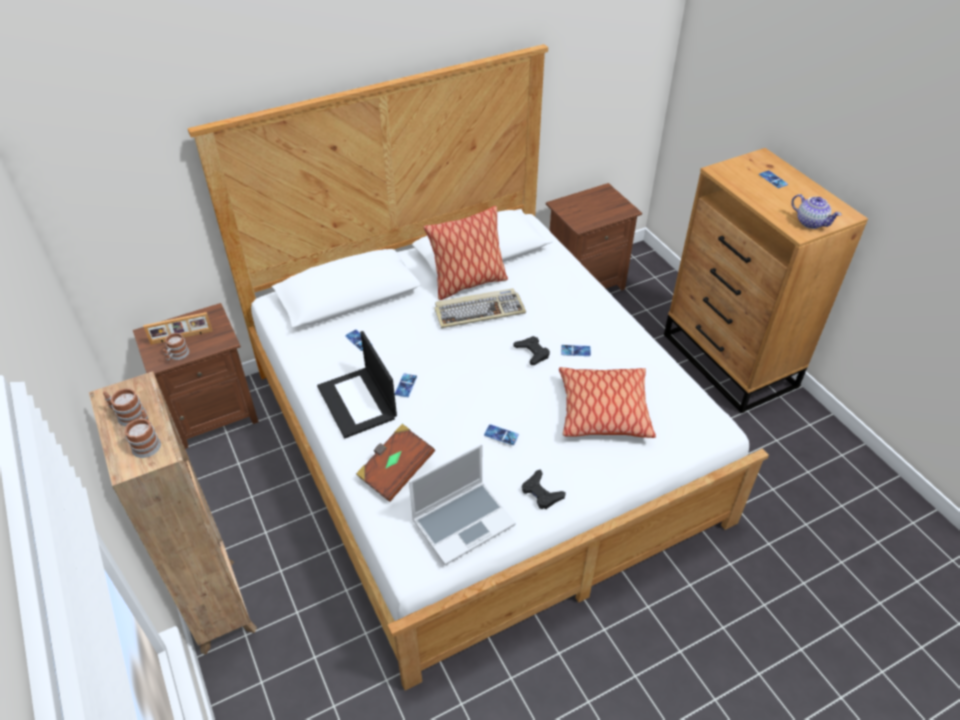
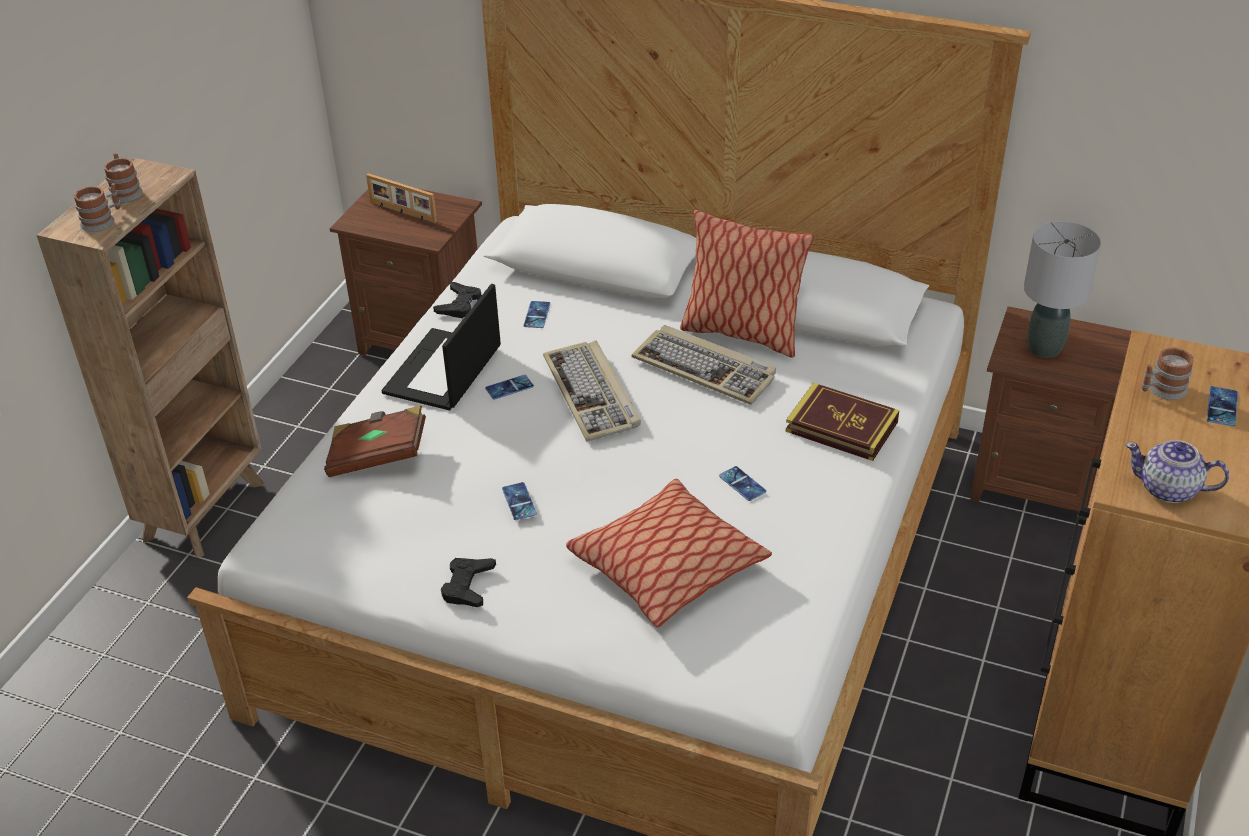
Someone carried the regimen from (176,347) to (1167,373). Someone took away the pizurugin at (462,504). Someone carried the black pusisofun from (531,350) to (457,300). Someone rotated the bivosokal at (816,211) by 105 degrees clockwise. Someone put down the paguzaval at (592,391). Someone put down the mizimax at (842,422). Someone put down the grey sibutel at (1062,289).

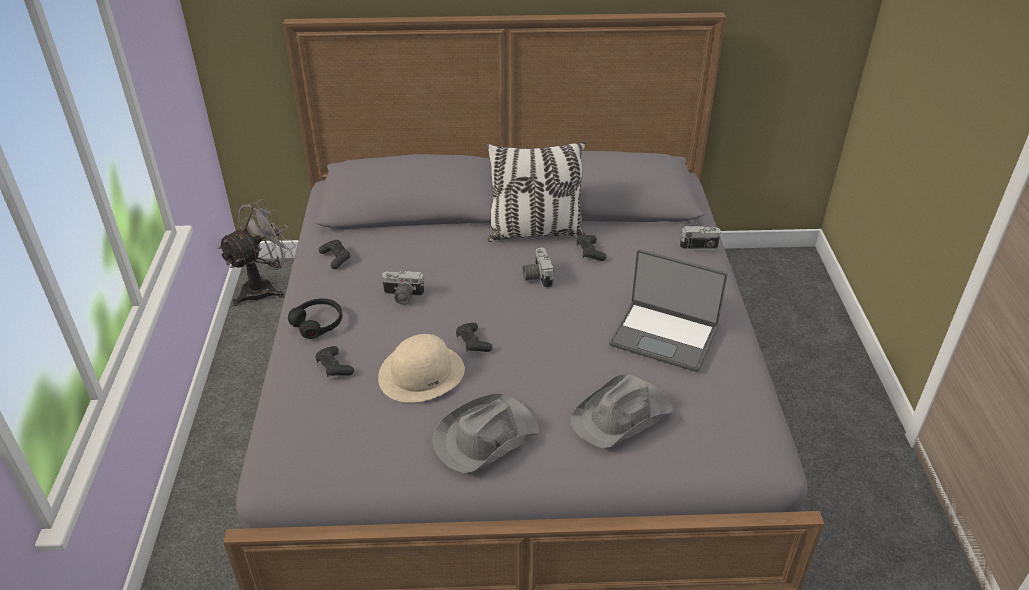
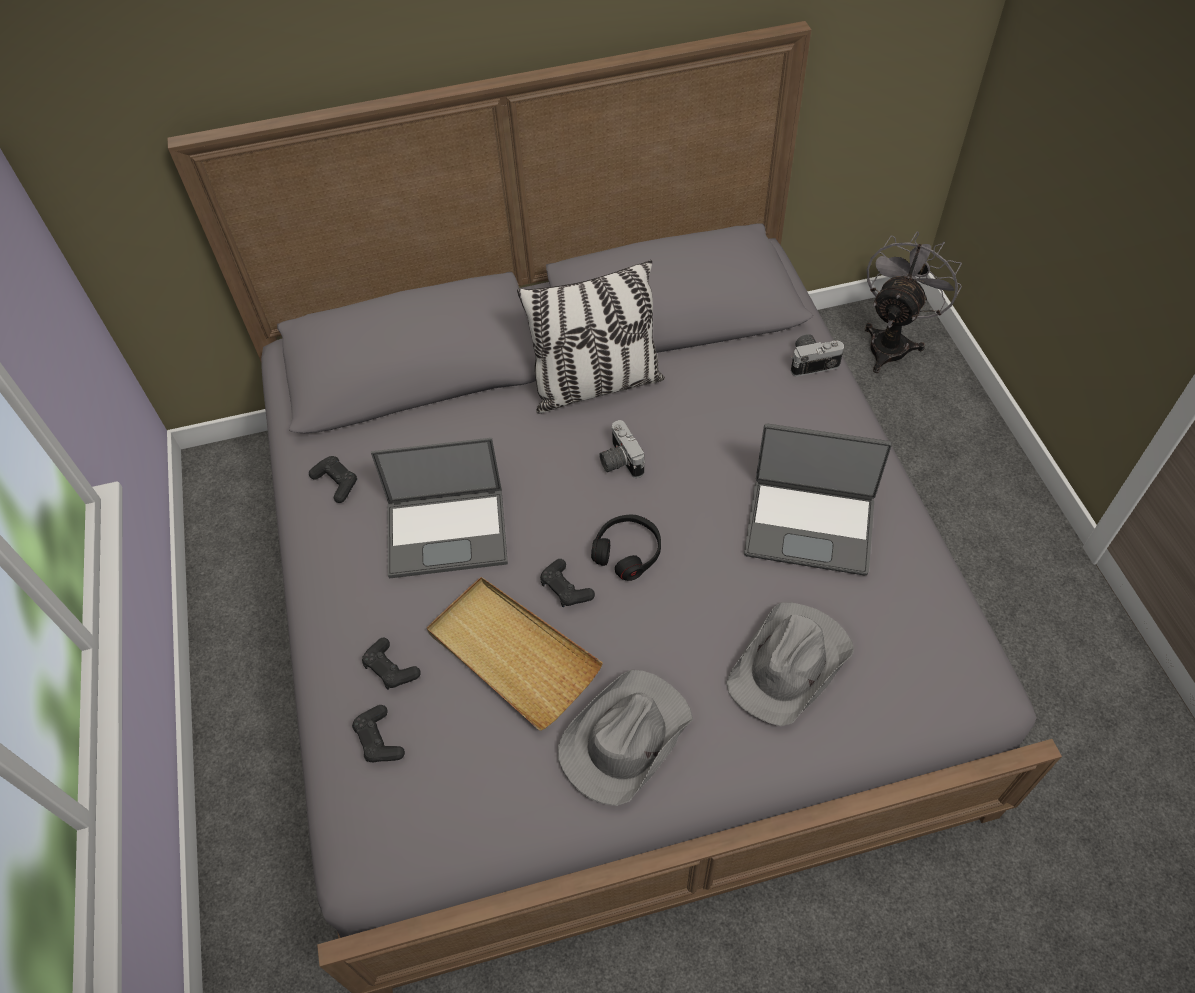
Someone carried the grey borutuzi from (257,252) to (913,302). Someone carried the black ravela from (315,318) to (626,547). Someone swapped the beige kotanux at (421,368) for the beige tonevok at (515,654). Someone swapped the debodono at (402,288) for the pizurugin at (439,508). Someone carried the black pusisofun from (591,248) to (378,733).

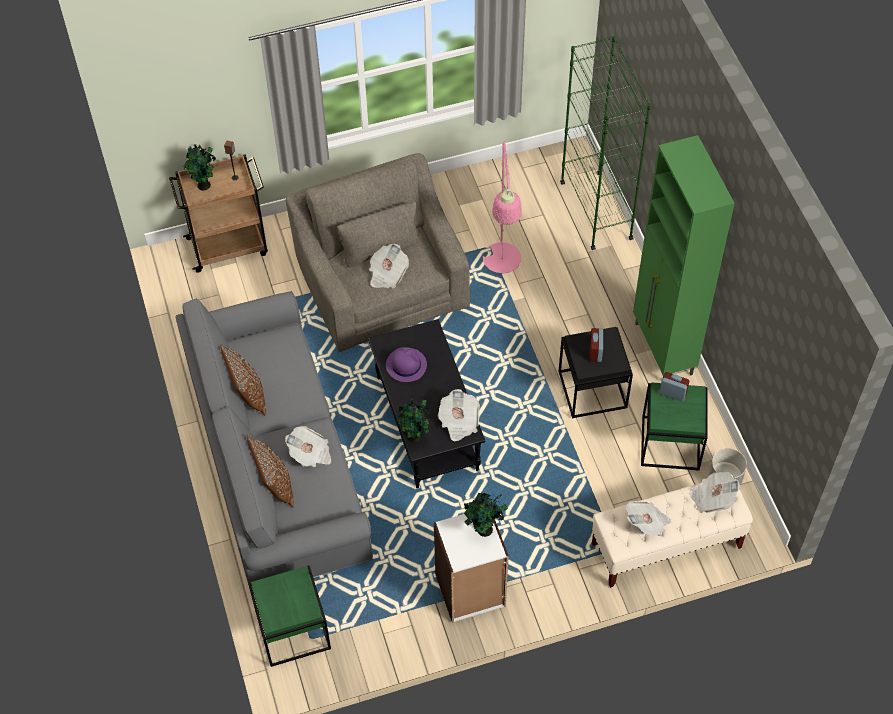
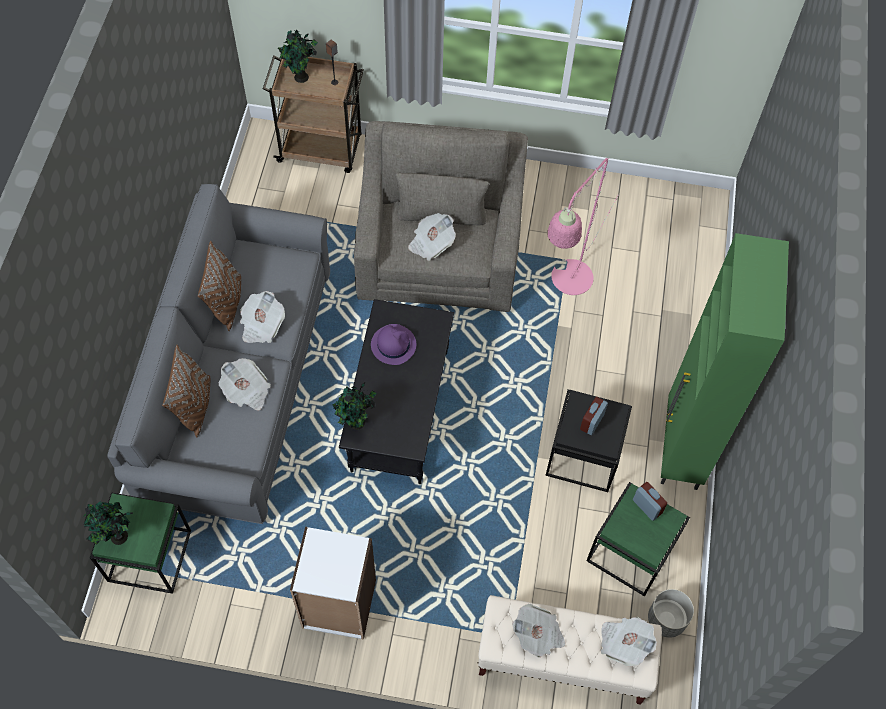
Someone carried the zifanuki from (459,415) to (262,317). Someone carried the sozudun from (486,515) to (107,523). Someone took away the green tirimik at (605,143).

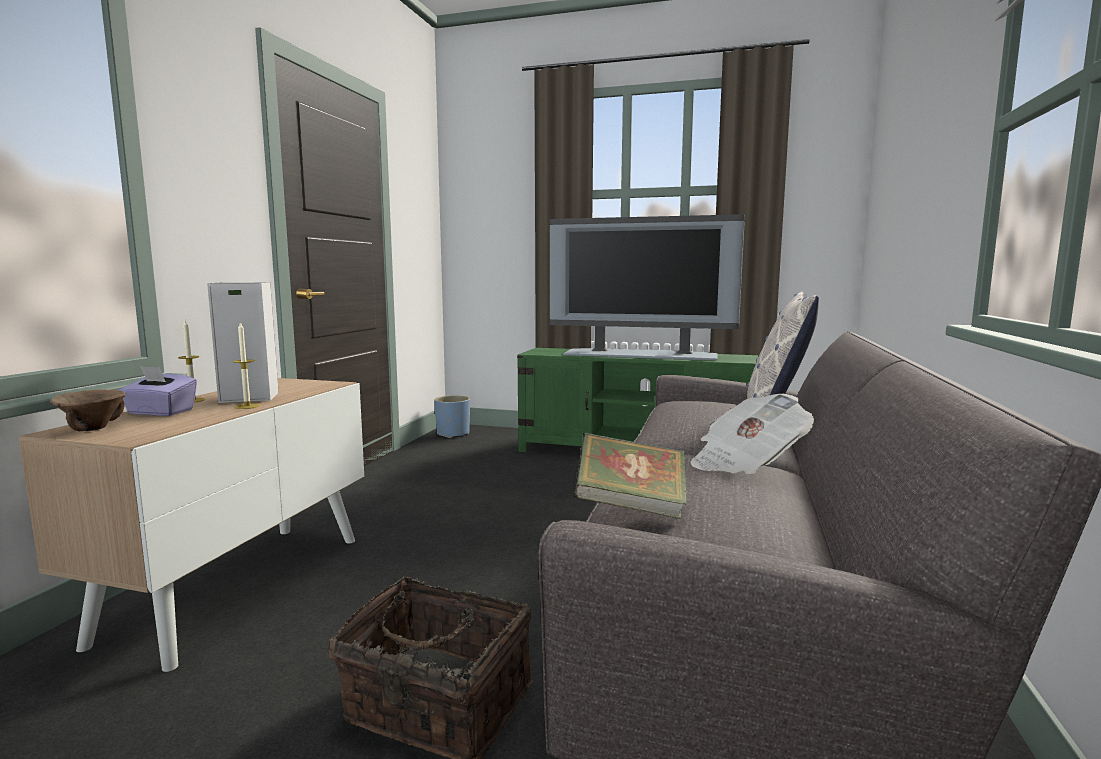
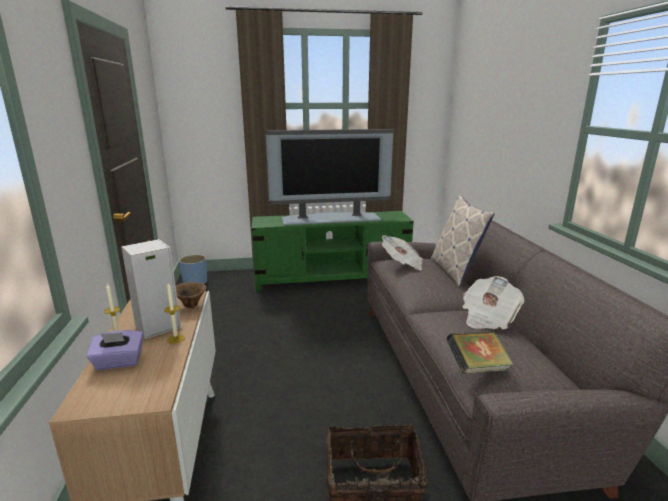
Someone carried the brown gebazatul from (88,410) to (191,295). Someone put down the zifanuki at (402,252).

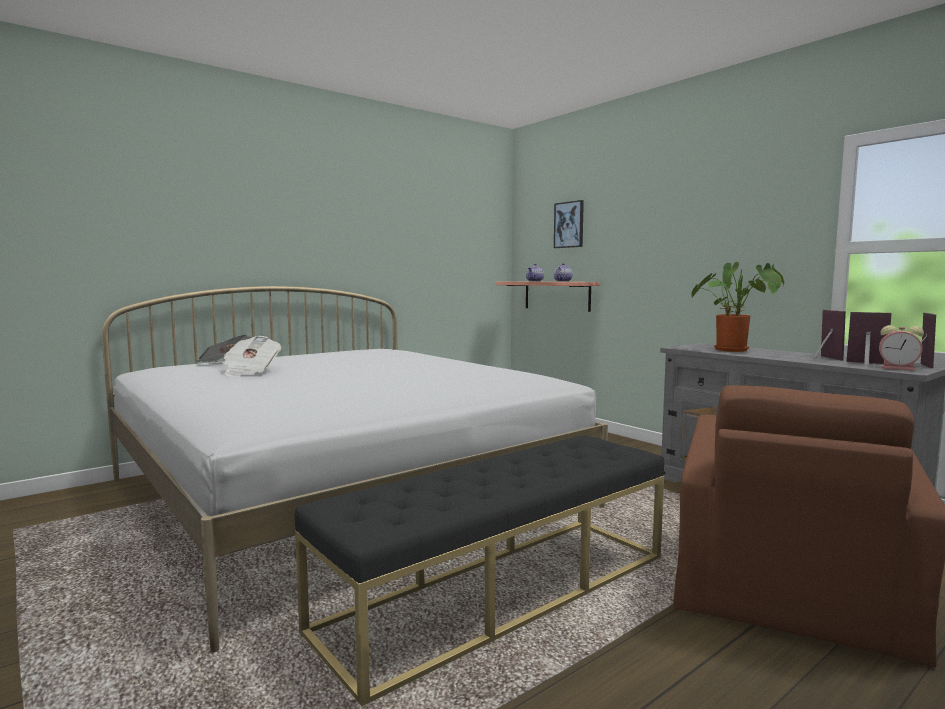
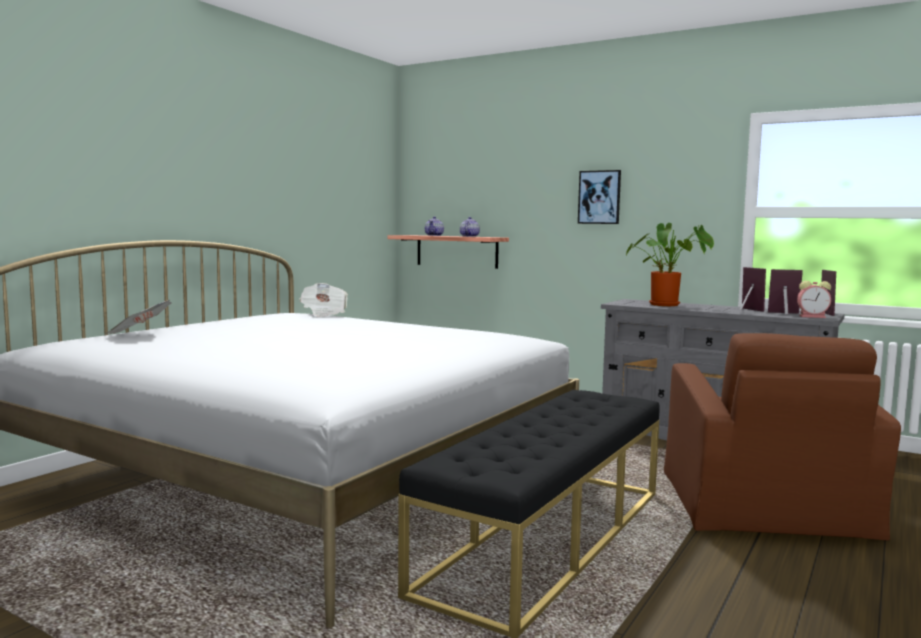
Someone carried the zifanuki from (252,356) to (323,300). Someone carried the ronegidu from (569,224) to (599,197).

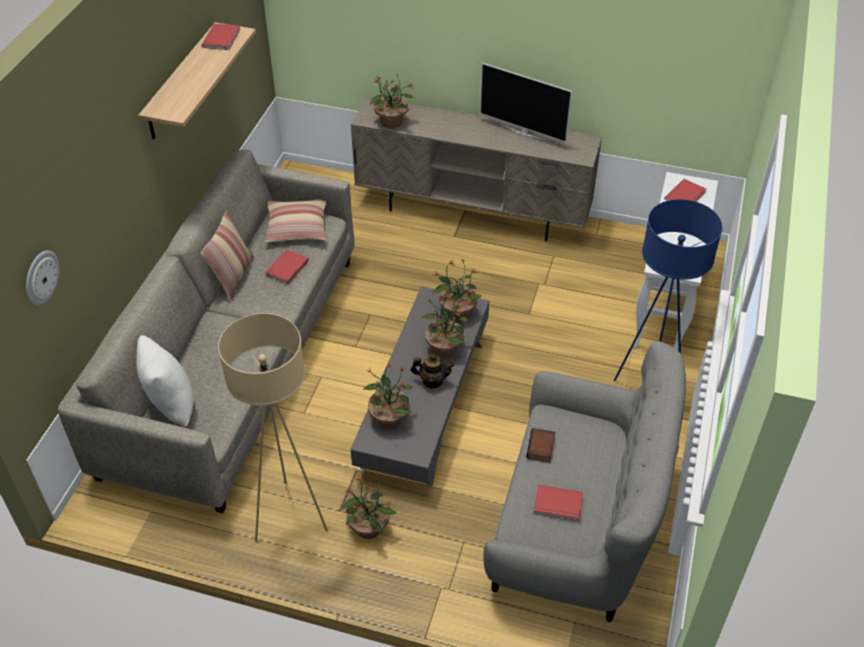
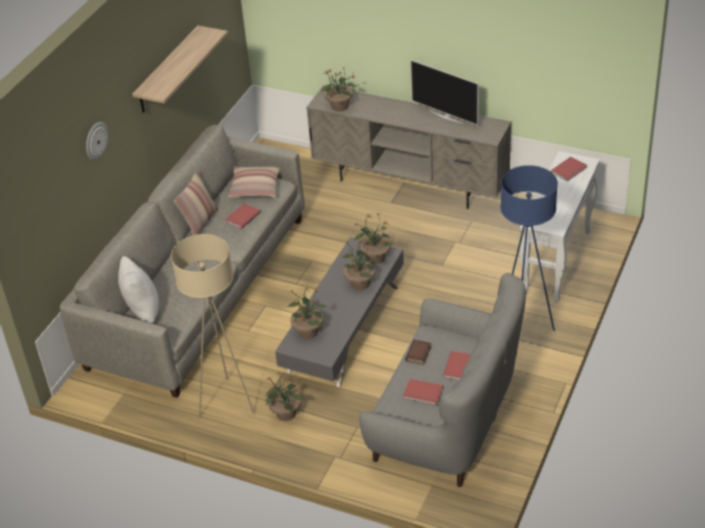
Someone carried the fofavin from (42,278) to (97,141). Someone carried the red mizimax from (221,36) to (457,365). Someone took away the bivosokal at (432,371).

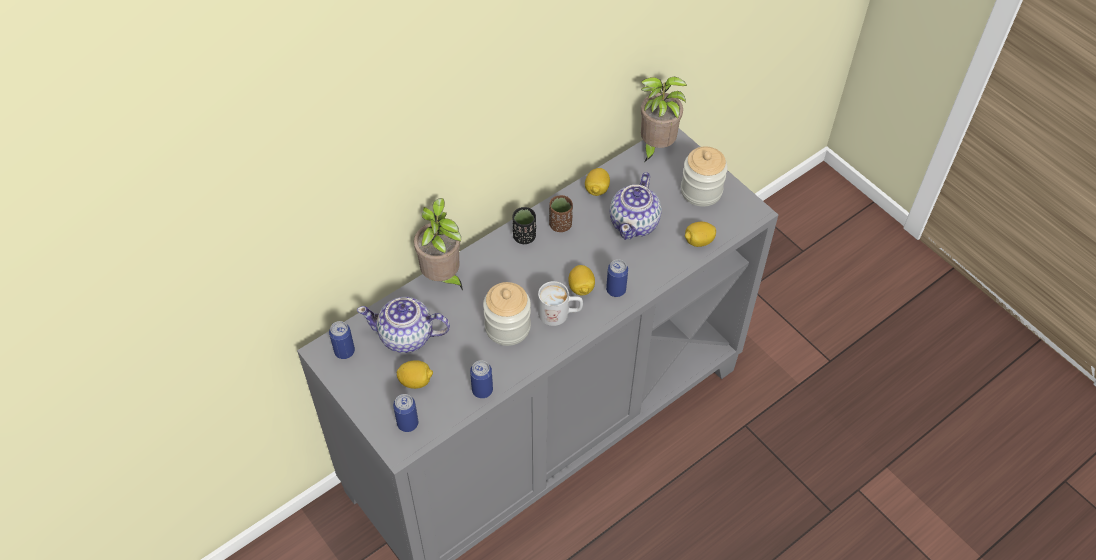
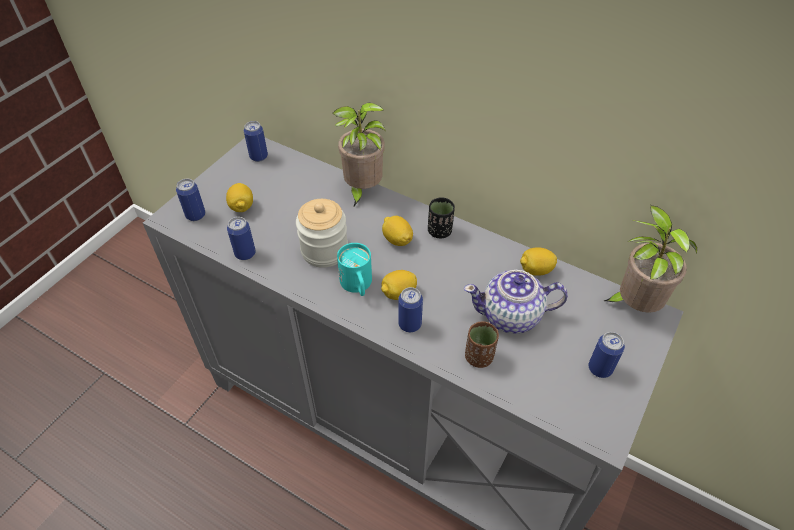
Someone took away the bivosokal at (403,325). Someone repainted the white regimen at (560,303), which became the turquoise regimen at (354,269). Someone carried the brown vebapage from (561,213) to (482,344). Someone swapped the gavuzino at (704,176) for the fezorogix at (606,355). Someone carried the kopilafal from (700,234) to (397,231).

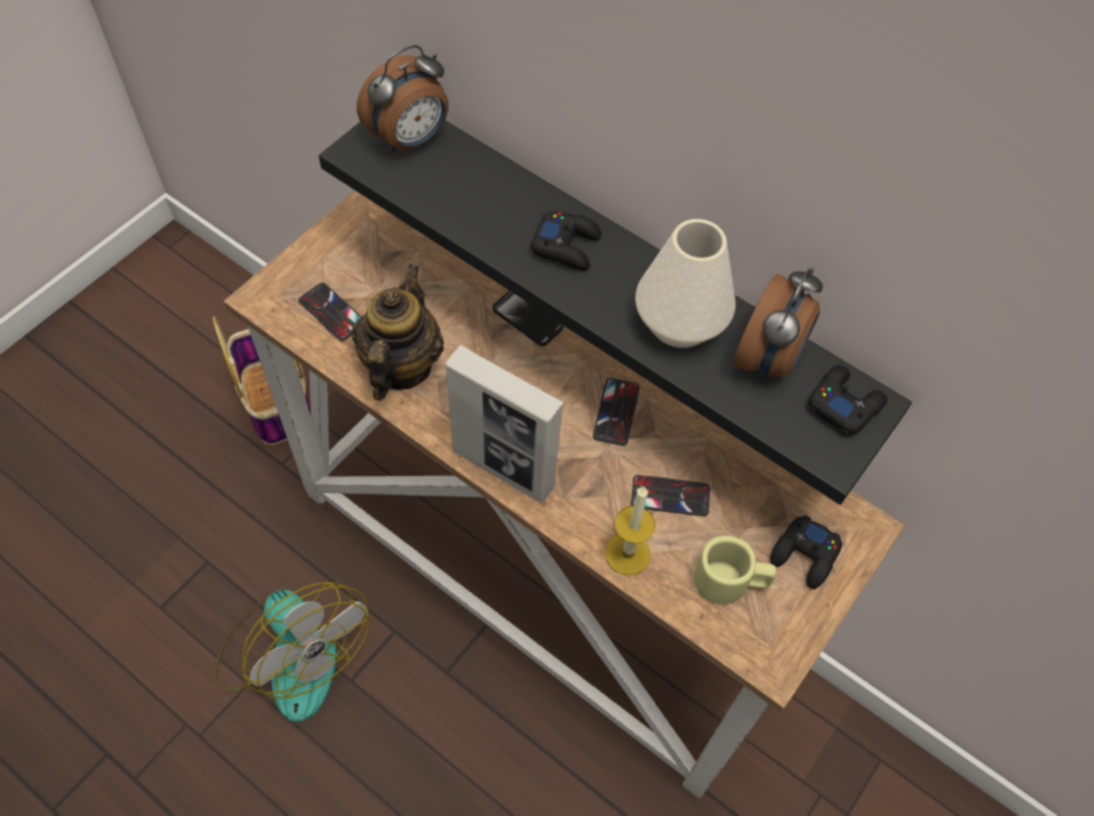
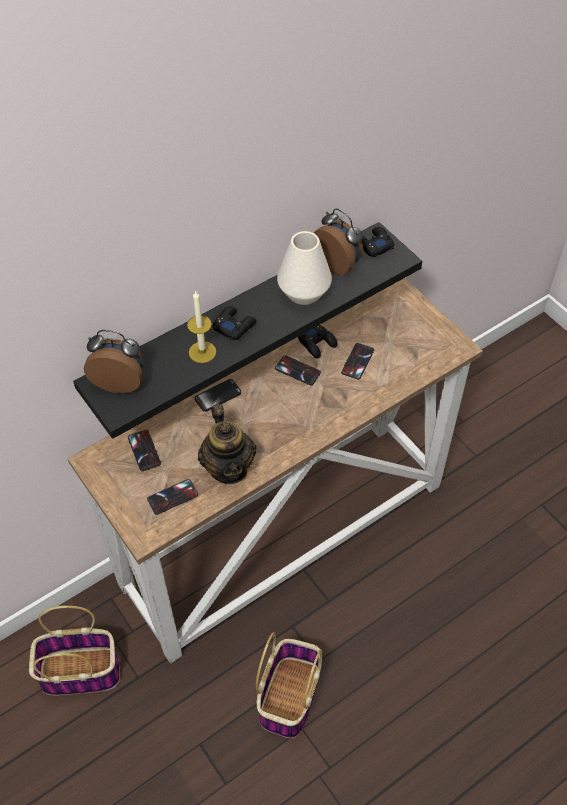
Someone swapped the borutuzi at (291,652) for the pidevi at (289,685). Someone rotated the bivosokal at (398,332) by 135 degrees counterclockwise. Someone rotated the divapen at (403,98) by 60 degrees counterclockwise. Someone took away the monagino at (505,424). Someone carried the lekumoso from (630,531) to (201,326). Someone took away the beige regimen at (735,570). Someone carried the black pusisofun from (806,552) to (317,341). Someone put down the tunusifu at (144,450).

